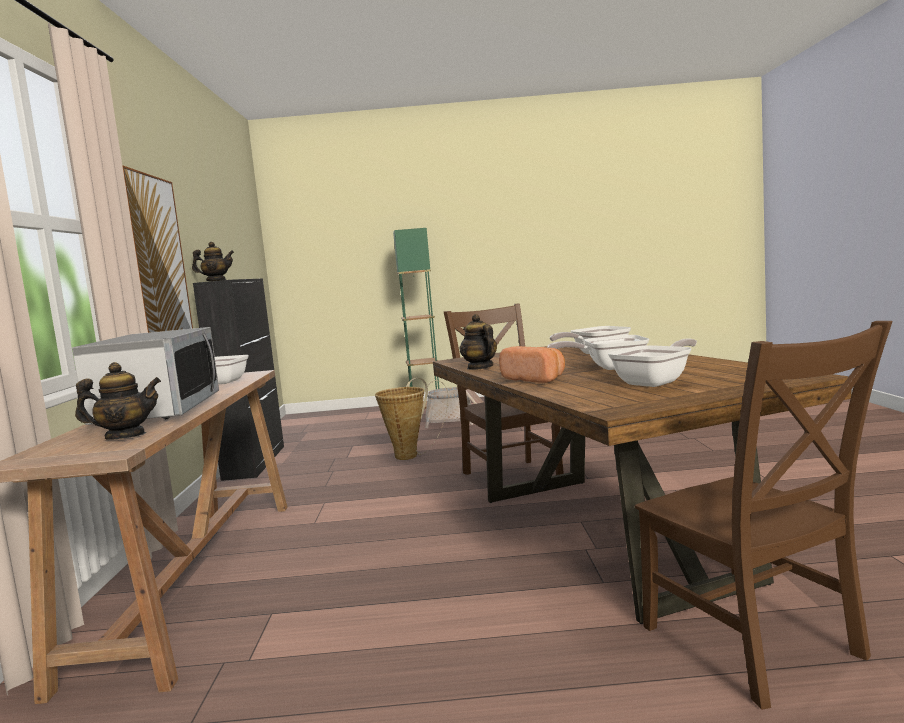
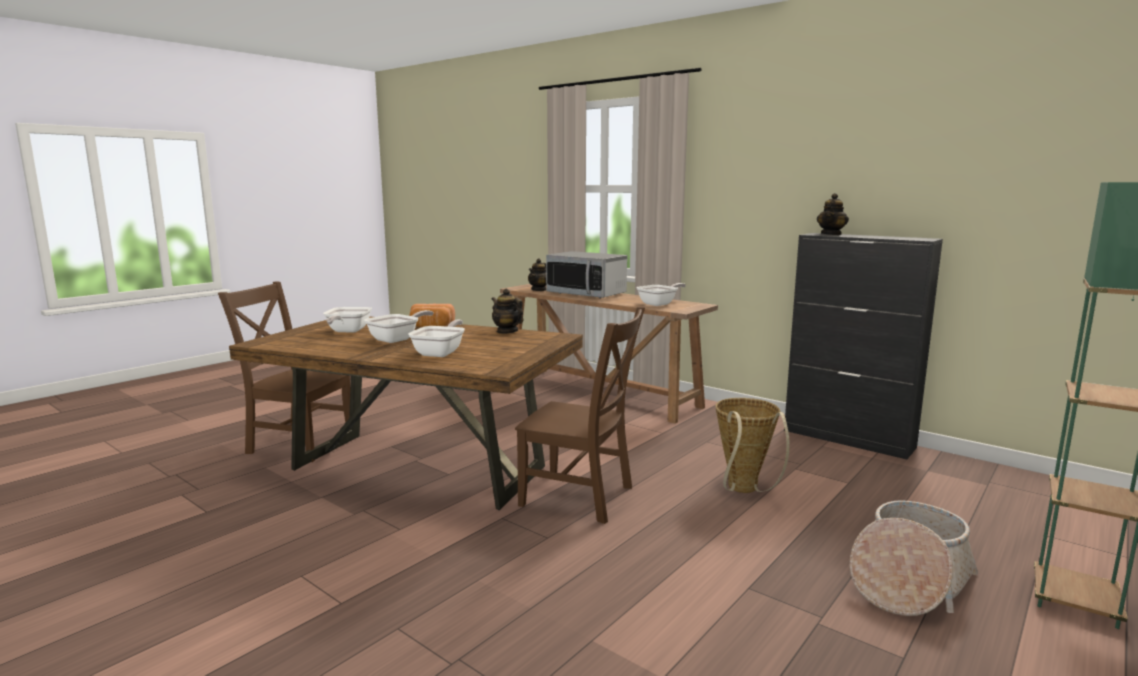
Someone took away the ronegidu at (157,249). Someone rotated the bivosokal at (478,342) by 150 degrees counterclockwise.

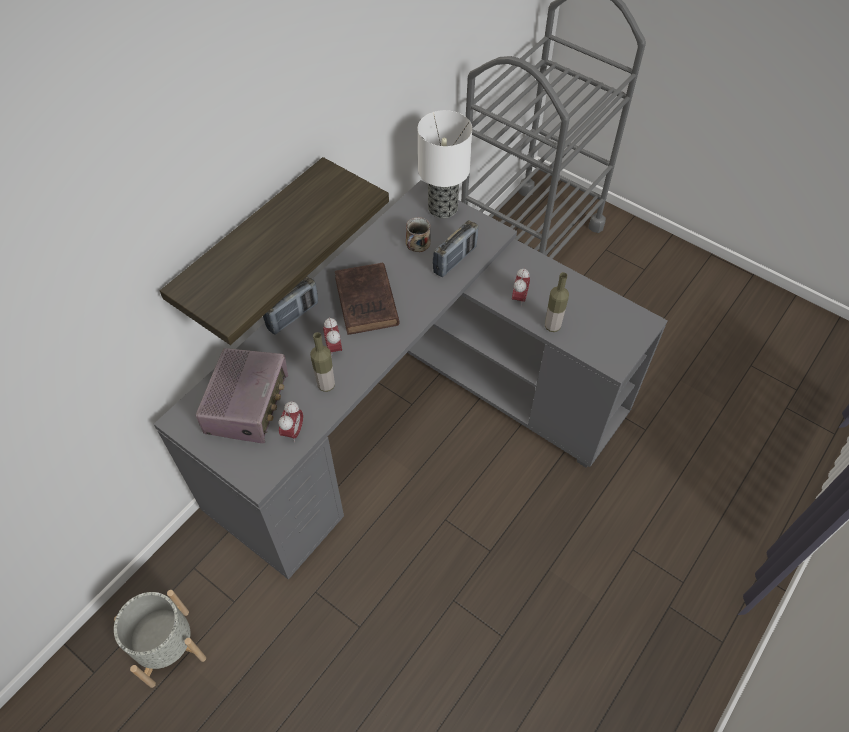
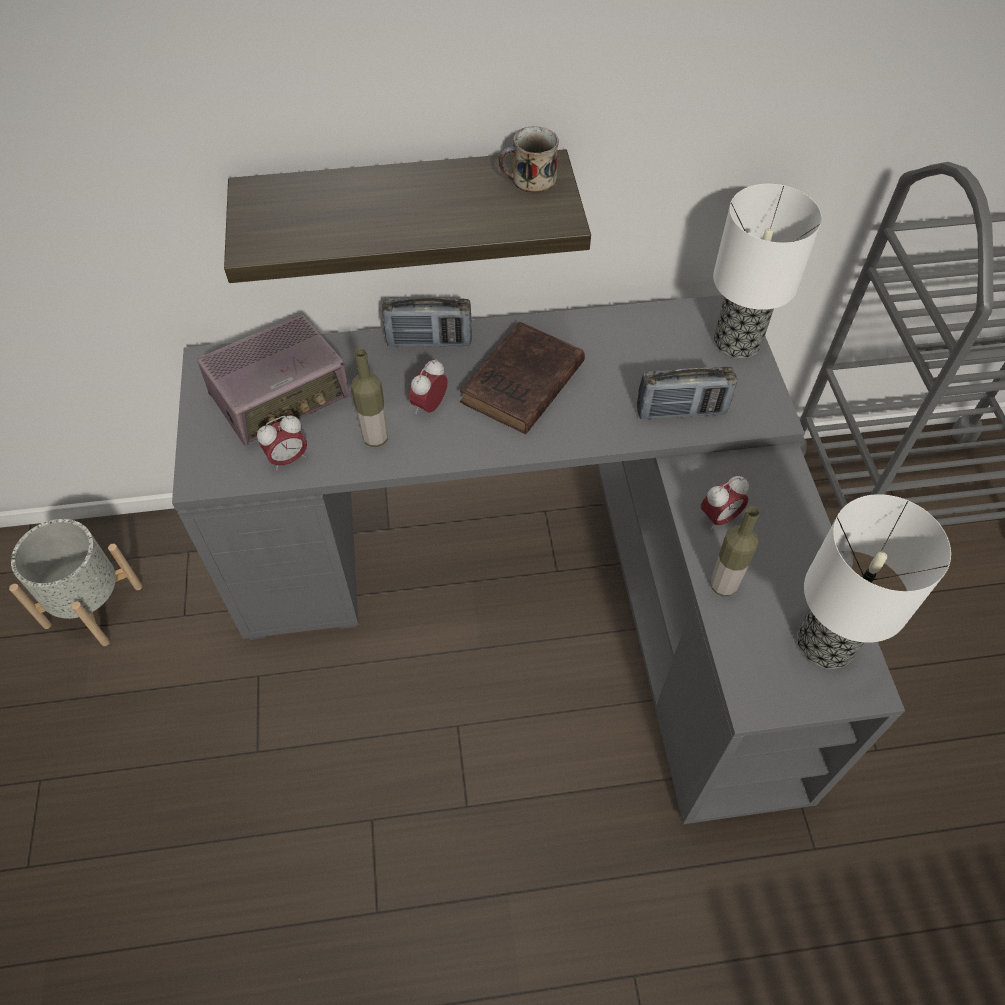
Someone carried the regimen from (418,234) to (529,159). Someone put down the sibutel at (874,581).

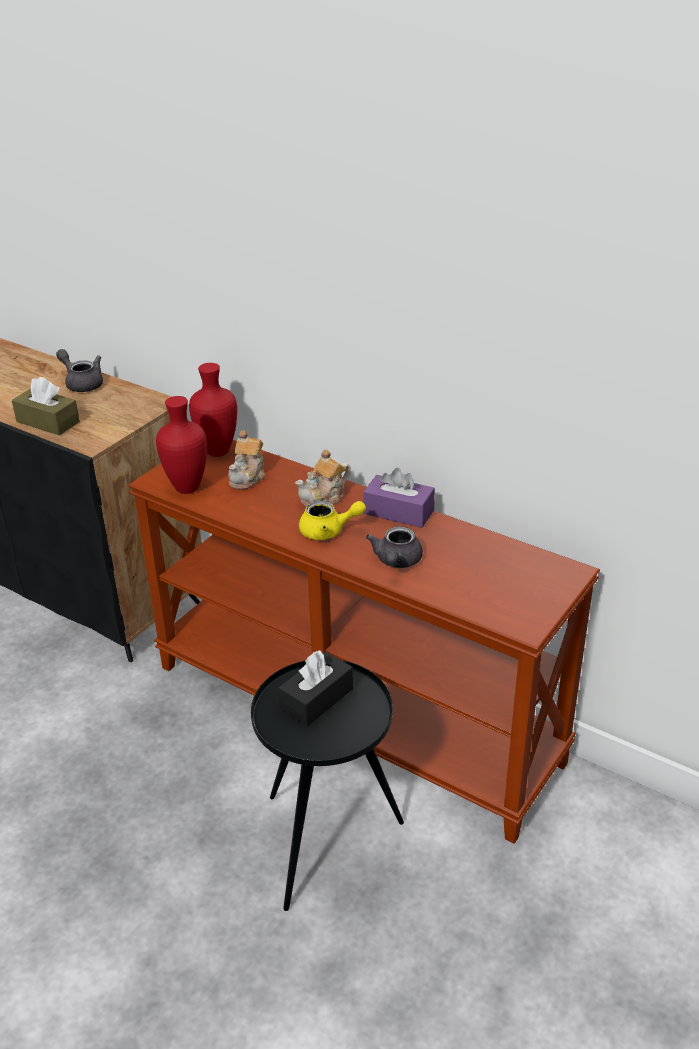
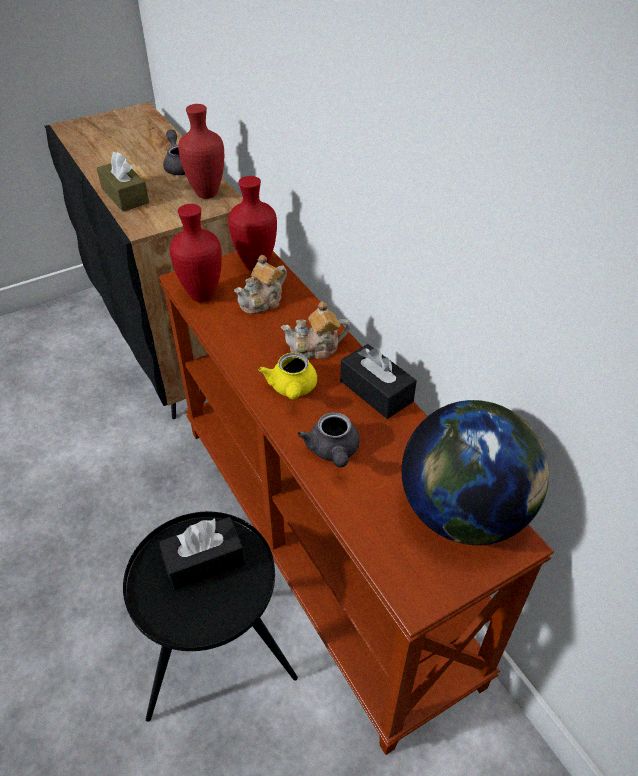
Someone rotated the yellow bivosokal at (332,520) by 60 degrees clockwise. Someone repainted the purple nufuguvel at (399,498), which became the black nufuguvel at (378,381). Someone rotated the grey bivosokal at (394,547) by 45 degrees counterclockwise. Someone put down the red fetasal at (201,151). Someone put down the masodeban at (475,472).

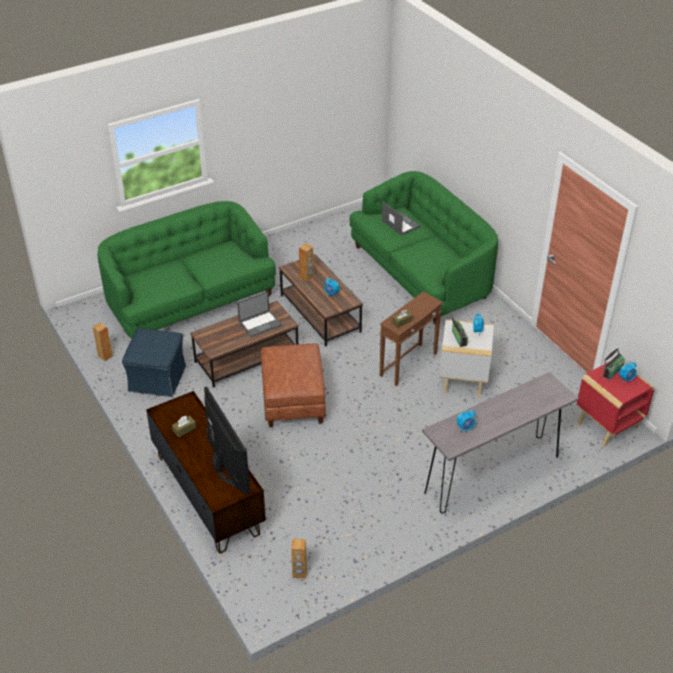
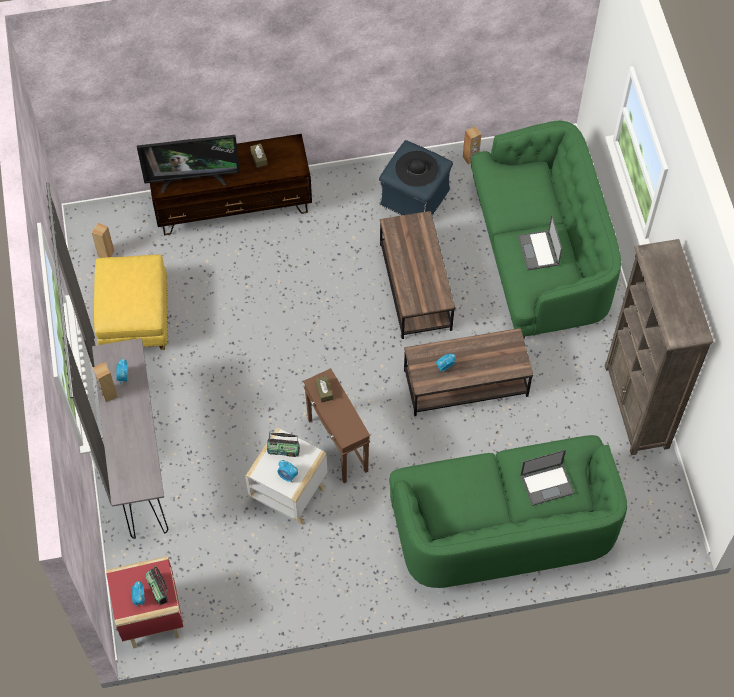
Someone carried the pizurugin from (259,314) to (540,242). Someone took away the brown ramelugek at (293,385). Someone carried the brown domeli from (306,263) to (105,382). Someone put down the yellow ramelugek at (131,302). Someone put down the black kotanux at (417,169). Someone put down the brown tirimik at (659,347).

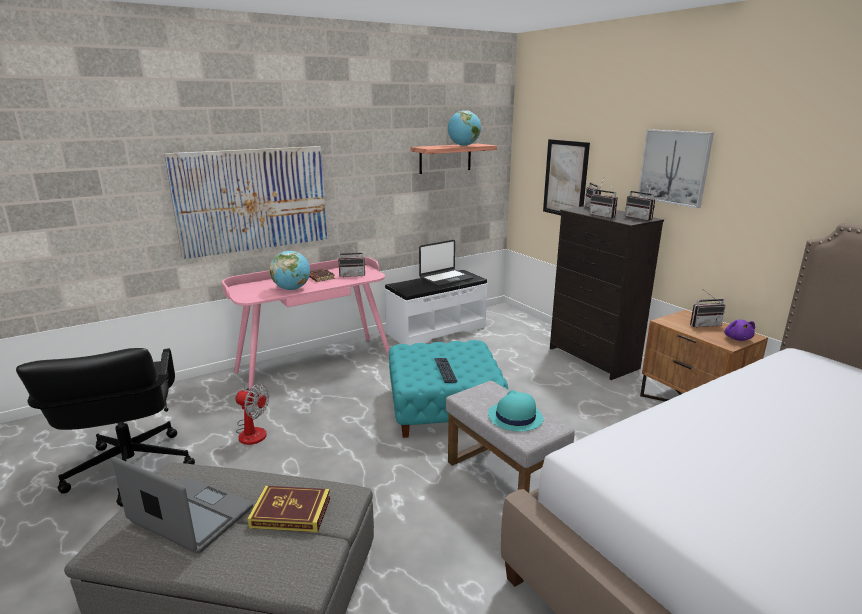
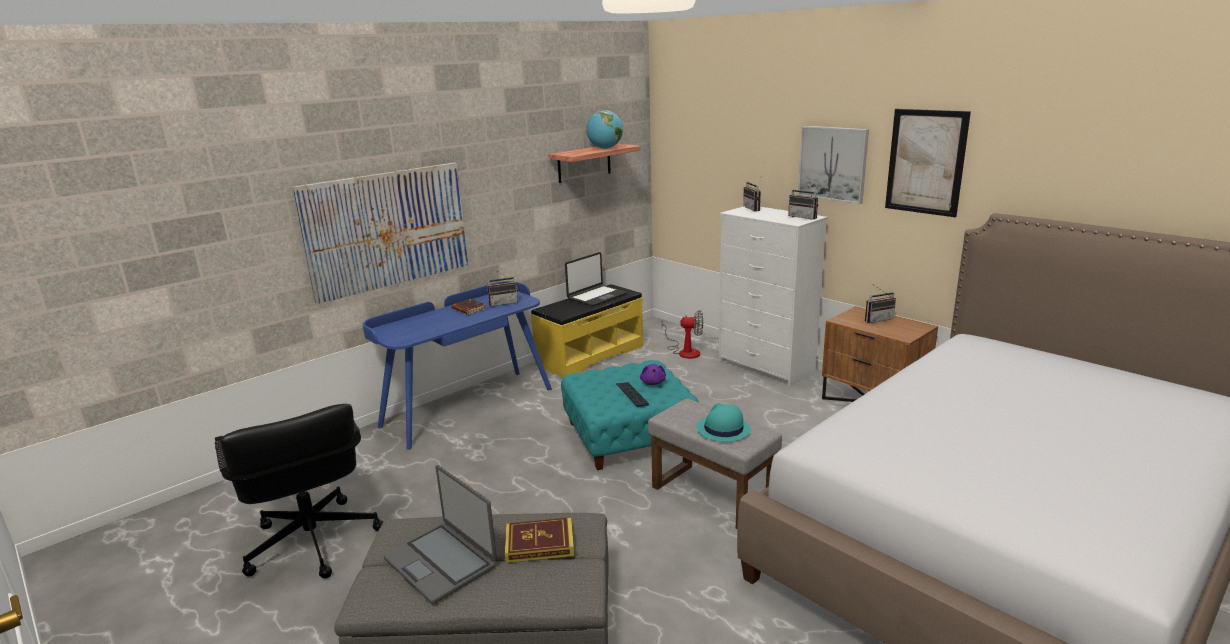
Someone rotated the pizurugin at (182,505) by 150 degrees counterclockwise. Someone repainted the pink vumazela at (305,324), which became the blue vumazela at (457,365). Someone carried the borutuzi from (252,414) to (682,334). Someone took away the masodeban at (290,270). Someone repainted the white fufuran at (436,307), which became the yellow fufuran at (587,331). Someone carried the ronegidu from (566,177) to (928,163). Someone repainted the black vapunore at (607,293), which became the white vapunore at (773,296). Someone took away the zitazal at (603,201). Someone carried the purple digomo from (739,330) to (653,374).

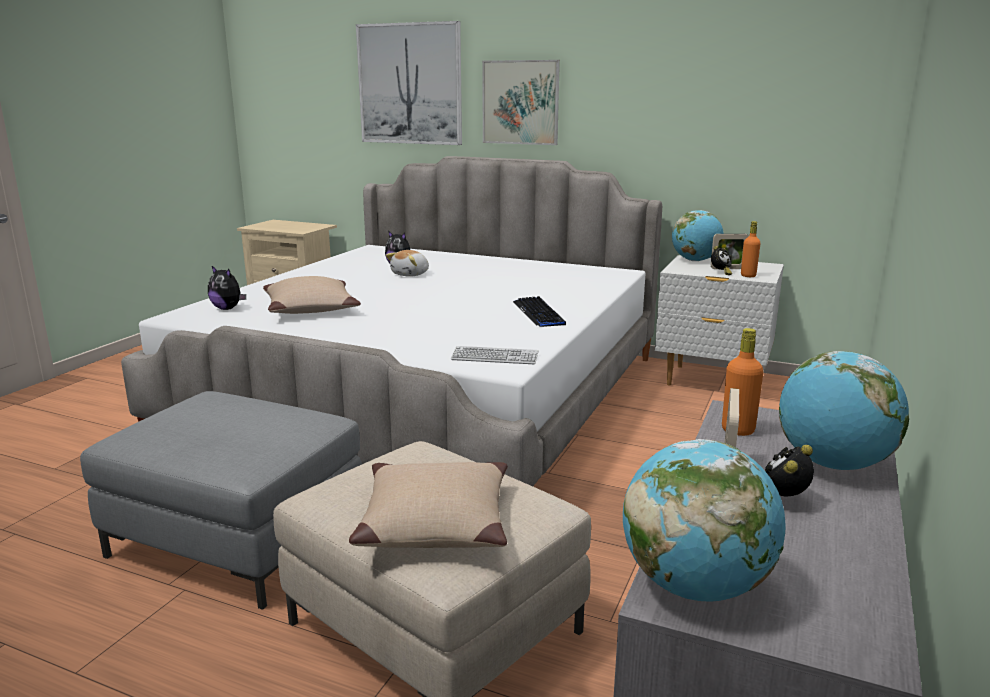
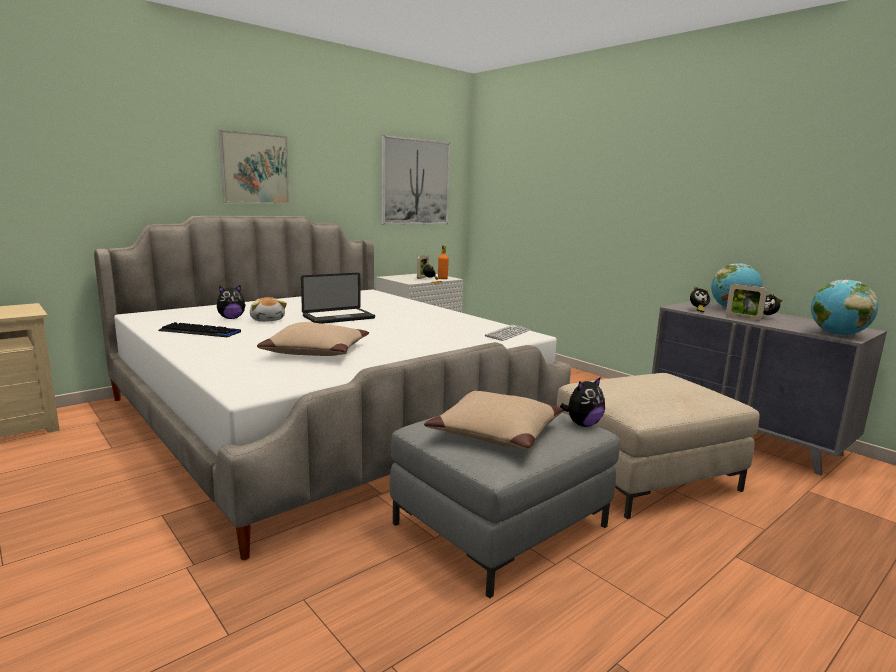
Someone carried the digomo from (227,288) to (582,402). Someone carried the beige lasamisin from (428,505) to (493,420). Someone carried the ronegidu from (409,83) to (415,180). Someone carried the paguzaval from (539,311) to (199,329). Someone took away the masodeban at (697,235). Someone swapped the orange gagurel at (743,382) for the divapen at (700,299). Someone put down the pizurugin at (338,298).

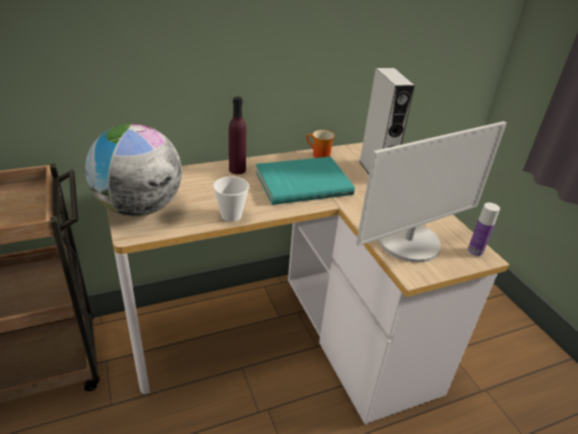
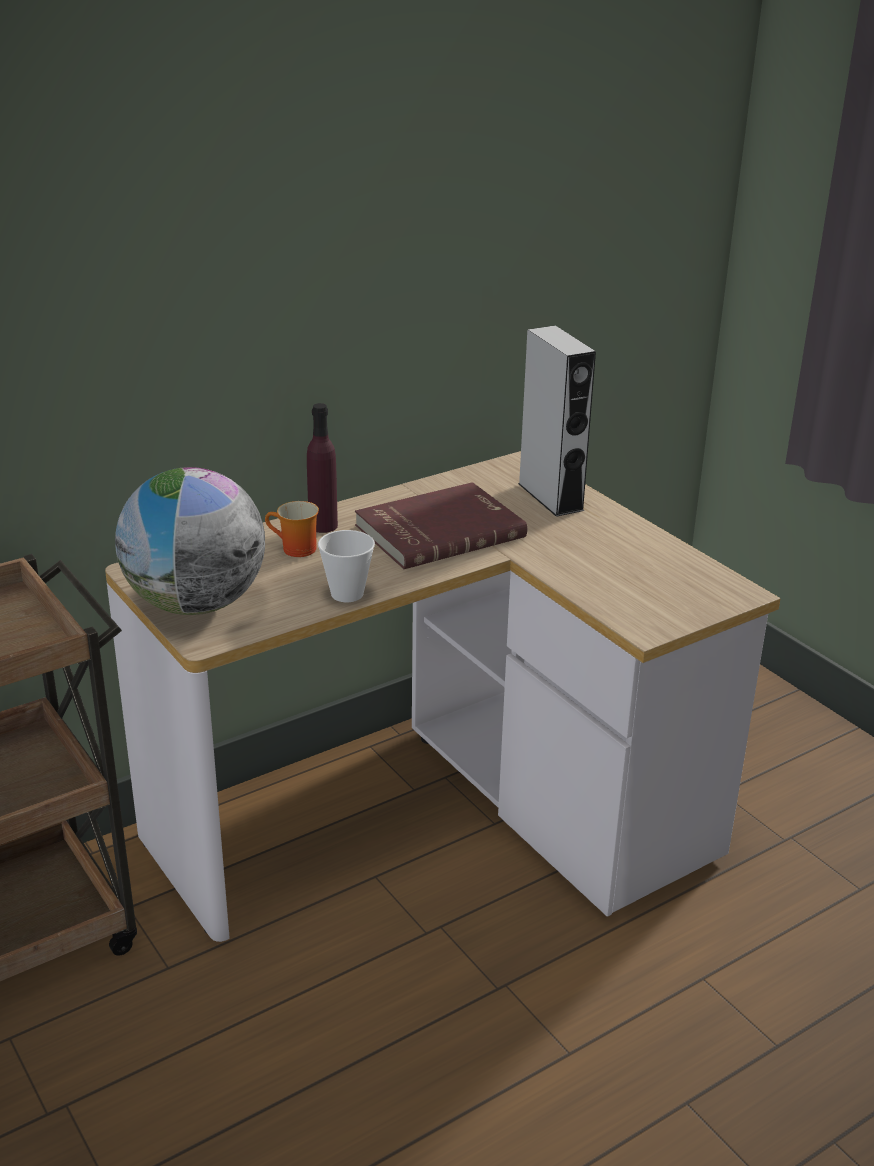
Someone repainted the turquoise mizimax at (305,181), which became the red mizimax at (441,525). Someone carried the regimen from (320,144) to (292,529). Someone took away the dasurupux at (431,191). Someone took away the gagurel at (484,230).

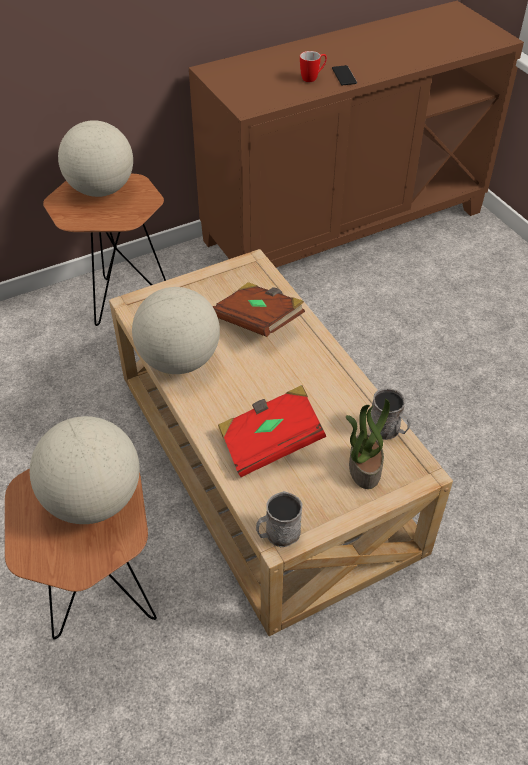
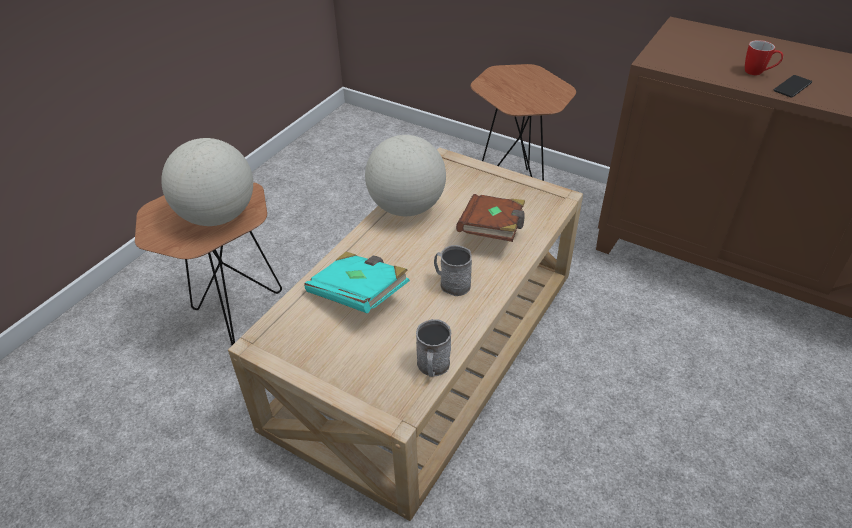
Someone took away the masodeban at (95,158). Someone repainted the red mizimax at (272,431), which became the turquoise mizimax at (357,283). Someone carried the grey regimen from (279,519) to (453,270). Someone took away the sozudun at (368,443).

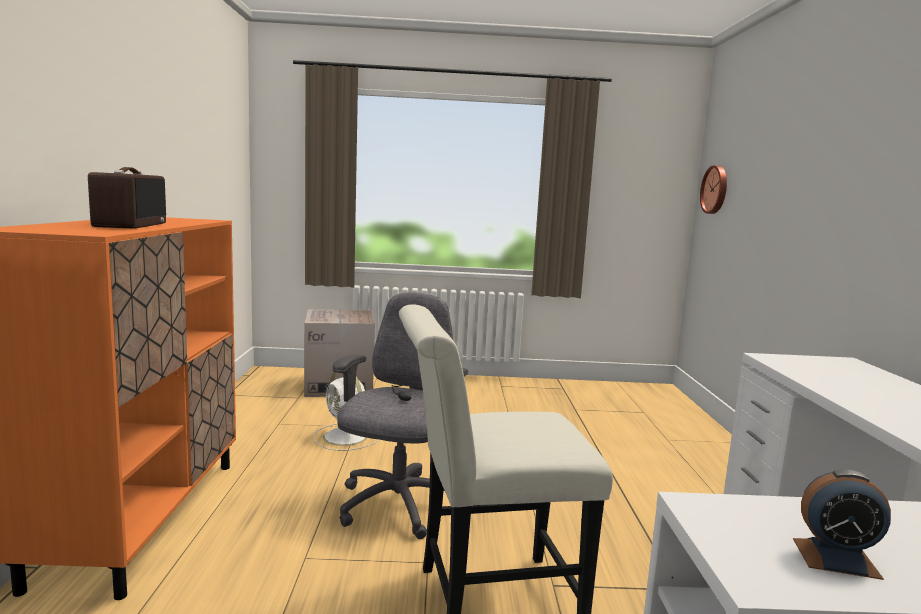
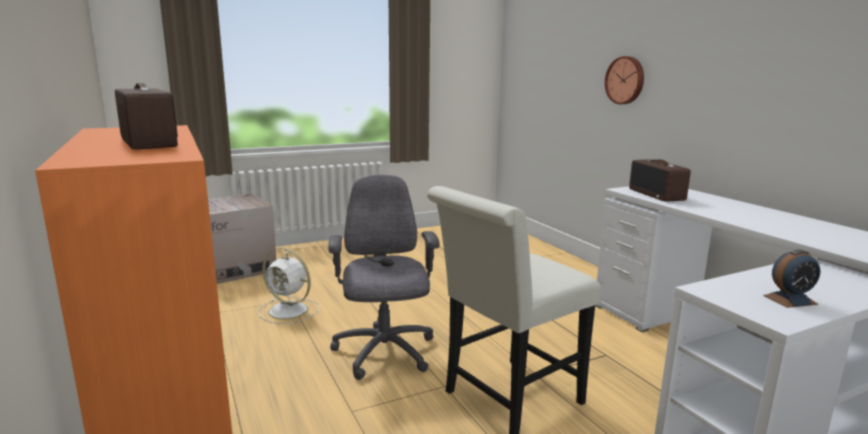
Someone carried the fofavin from (713,189) to (624,80). Someone put down the zitazal at (660,180).

